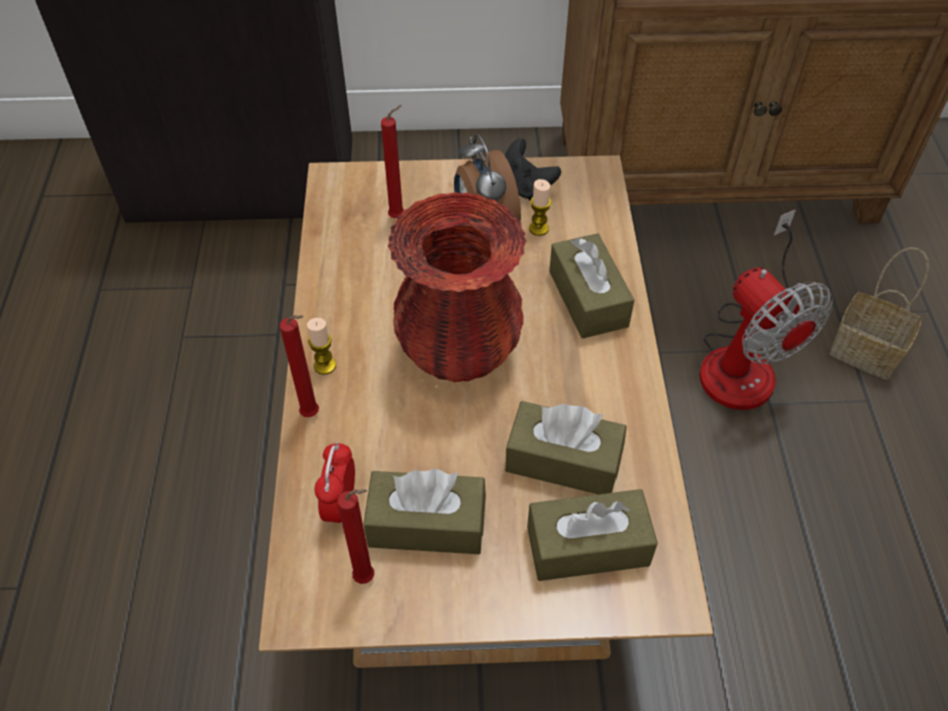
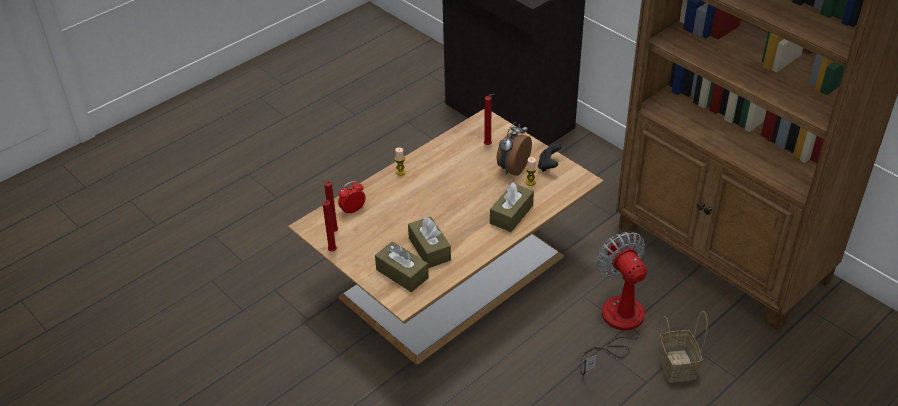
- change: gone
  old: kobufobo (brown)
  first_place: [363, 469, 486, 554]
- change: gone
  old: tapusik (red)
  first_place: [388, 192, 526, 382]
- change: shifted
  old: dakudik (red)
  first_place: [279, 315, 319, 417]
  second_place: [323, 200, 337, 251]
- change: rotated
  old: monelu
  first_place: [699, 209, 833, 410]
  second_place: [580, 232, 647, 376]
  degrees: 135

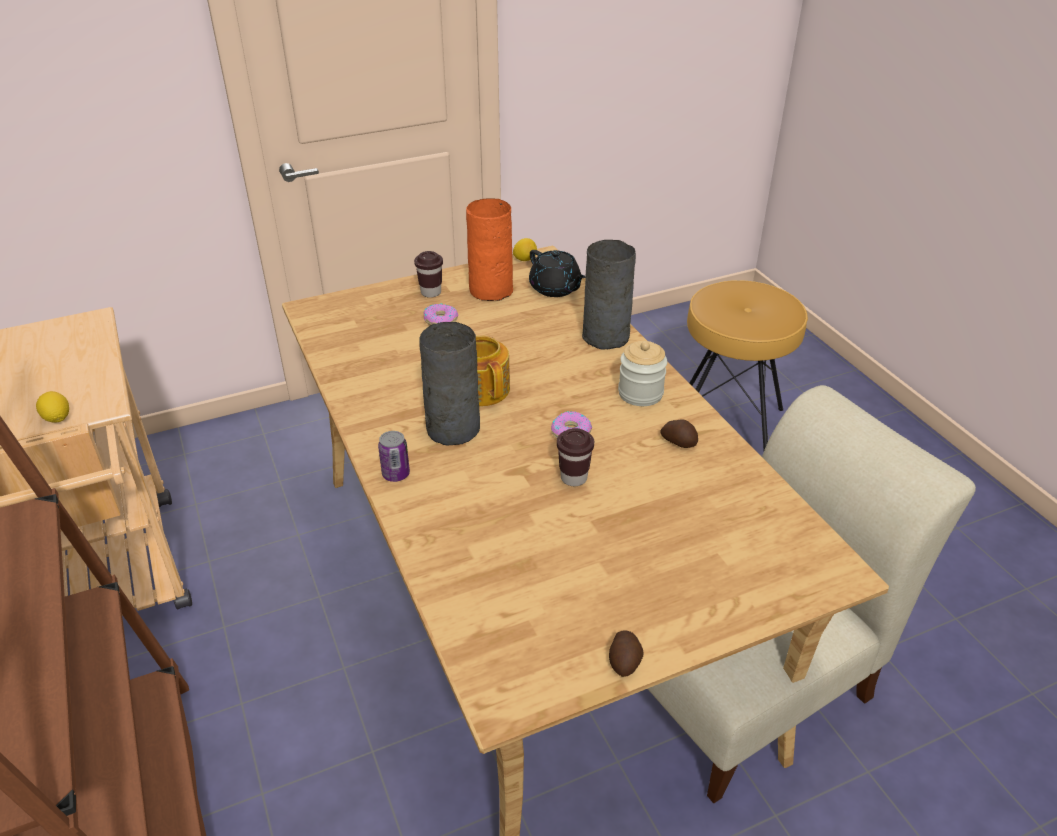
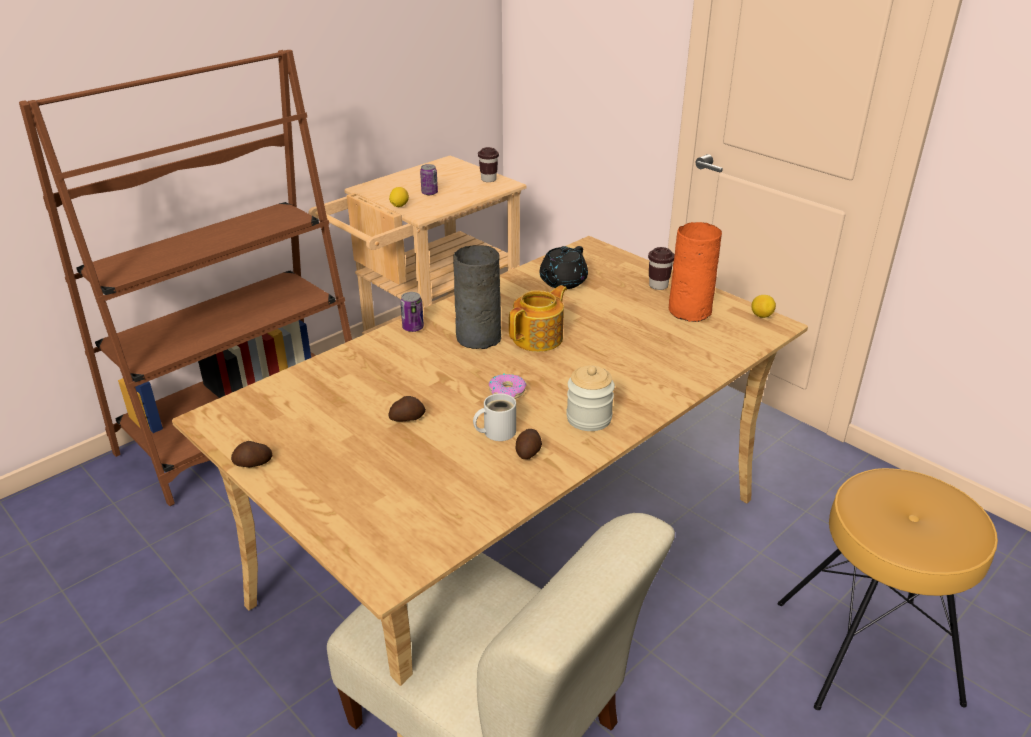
- change: gone
  old: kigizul
  first_place: [423, 303, 459, 325]
- change: gone
  old: tapusik (grey)
  first_place: [582, 240, 636, 350]
- change: new
  new: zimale
  second_place: [389, 396, 426, 422]
- change: new
  new: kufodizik
  second_place: [420, 164, 438, 195]
- change: new
  new: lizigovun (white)
  second_place: [473, 393, 516, 441]
- change: shifted
  old: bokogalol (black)
  first_place: [529, 250, 586, 297]
  second_place: [540, 246, 588, 289]
- change: shifted
  old: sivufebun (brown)
  first_place: [557, 428, 594, 486]
  second_place: [478, 147, 499, 182]

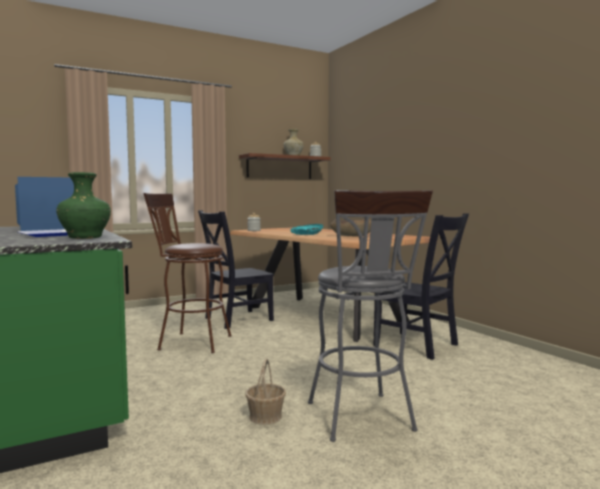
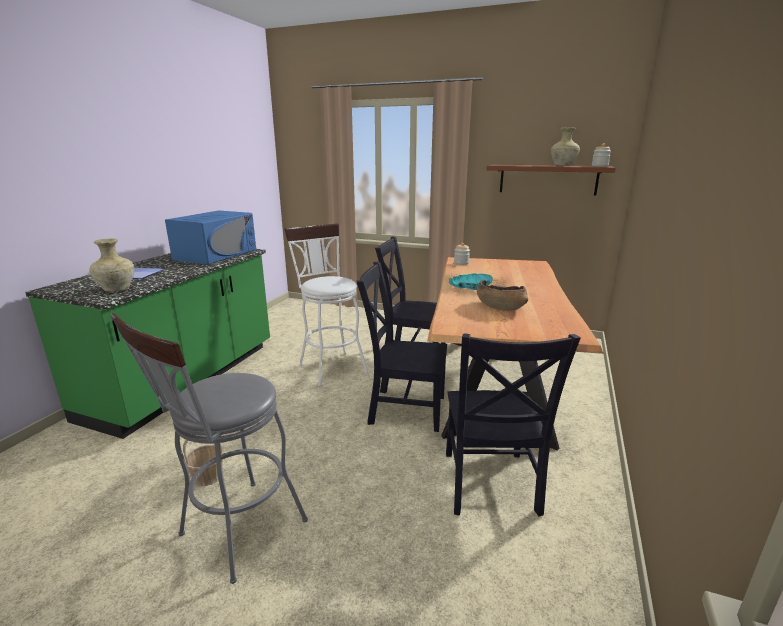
- change: new
  new: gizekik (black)
  second_place: [356, 262, 447, 432]
- change: repainted
  old: tapusik (green)
  new: tapusik (beige)
  first_place: [56, 172, 111, 239]
  second_place: [89, 238, 134, 292]
- change: repainted
  old: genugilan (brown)
  new: genugilan (white)
  first_place: [143, 193, 232, 353]
  second_place: [284, 223, 368, 387]

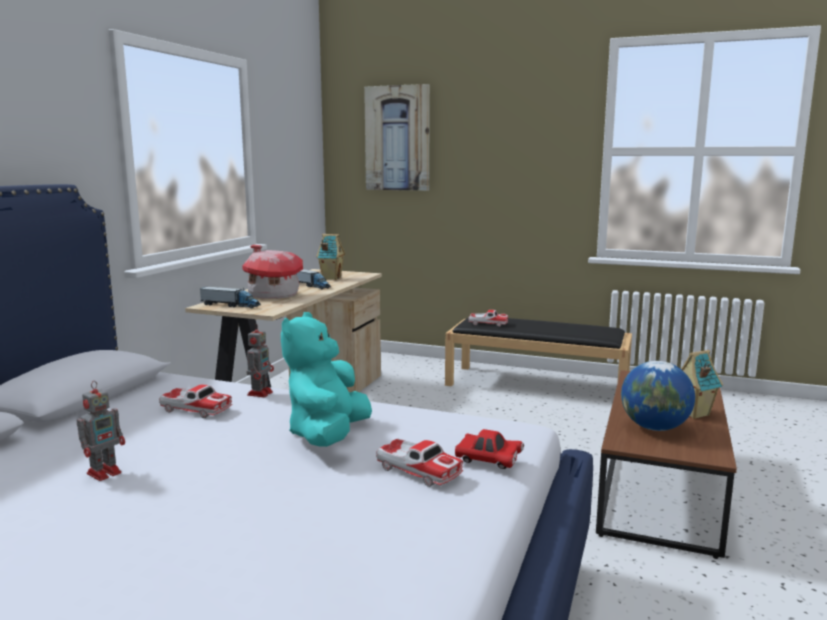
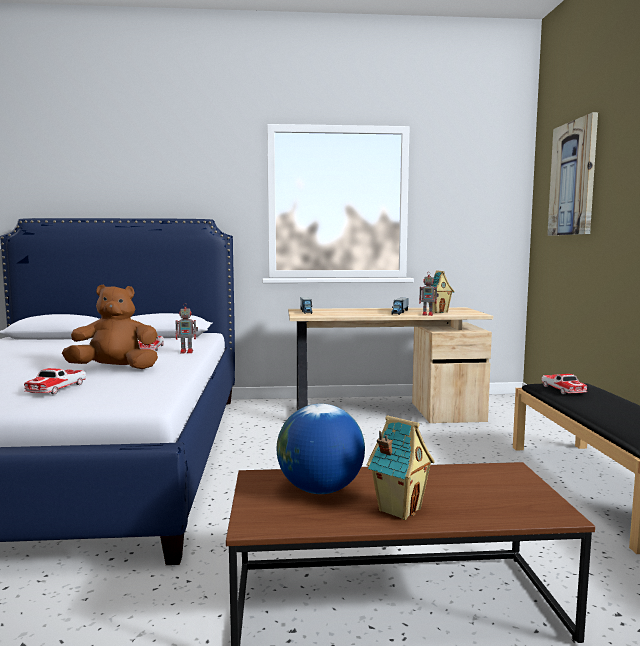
- change: gone
  old: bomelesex
  first_place: [243, 245, 303, 299]
- change: gone
  old: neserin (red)
  first_place: [455, 429, 524, 469]
- change: shifted
  old: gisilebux
  first_place: [77, 381, 125, 481]
  second_place: [419, 273, 439, 316]
- change: repainted
  old: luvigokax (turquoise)
  new: luvigokax (brown)
  first_place: [281, 312, 372, 447]
  second_place: [62, 285, 158, 369]

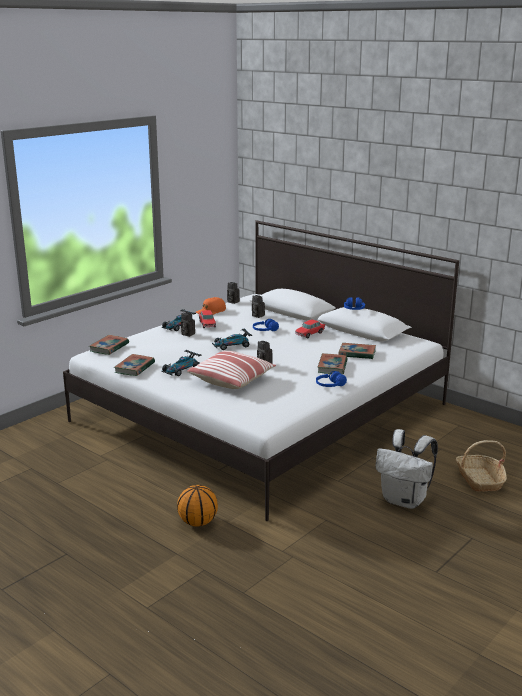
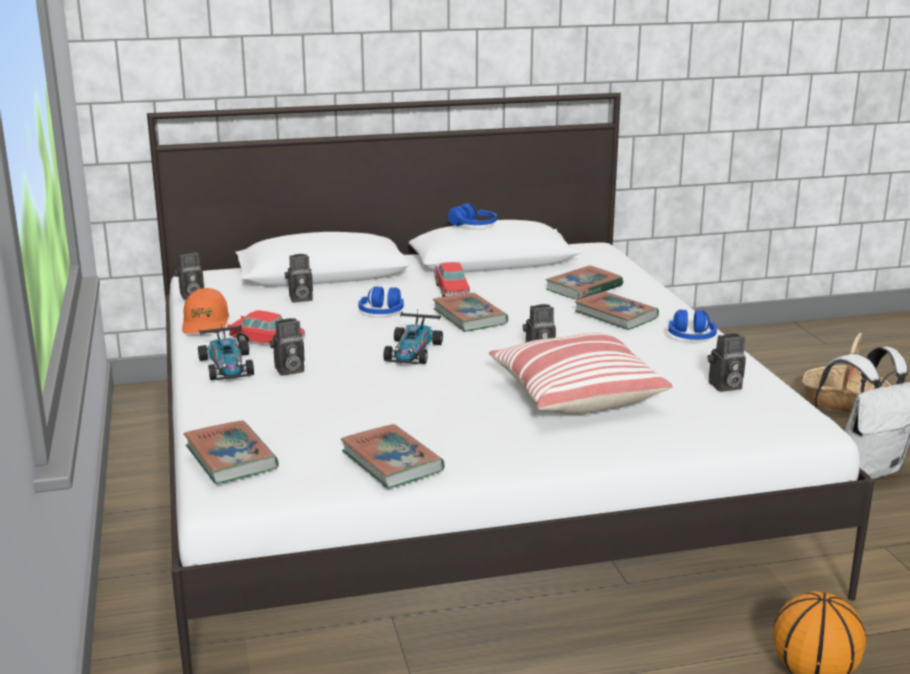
- change: gone
  old: neserin
  first_place: [161, 350, 202, 376]
- change: new
  new: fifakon
  second_place: [433, 293, 508, 332]
- change: new
  new: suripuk
  second_place: [708, 333, 746, 392]

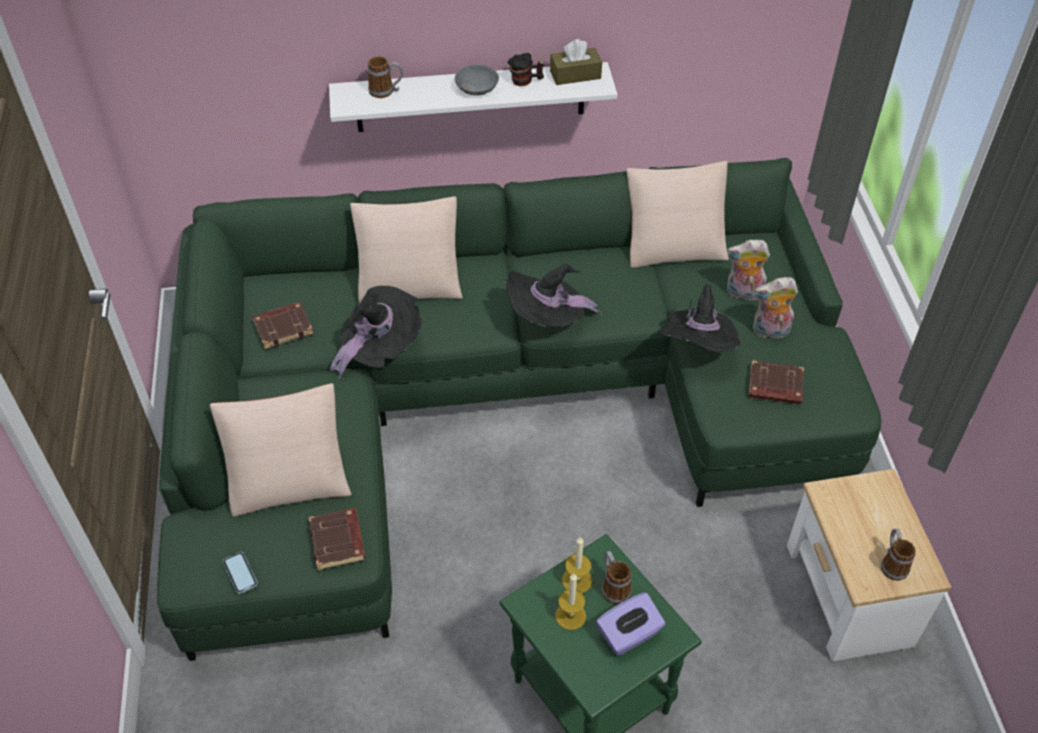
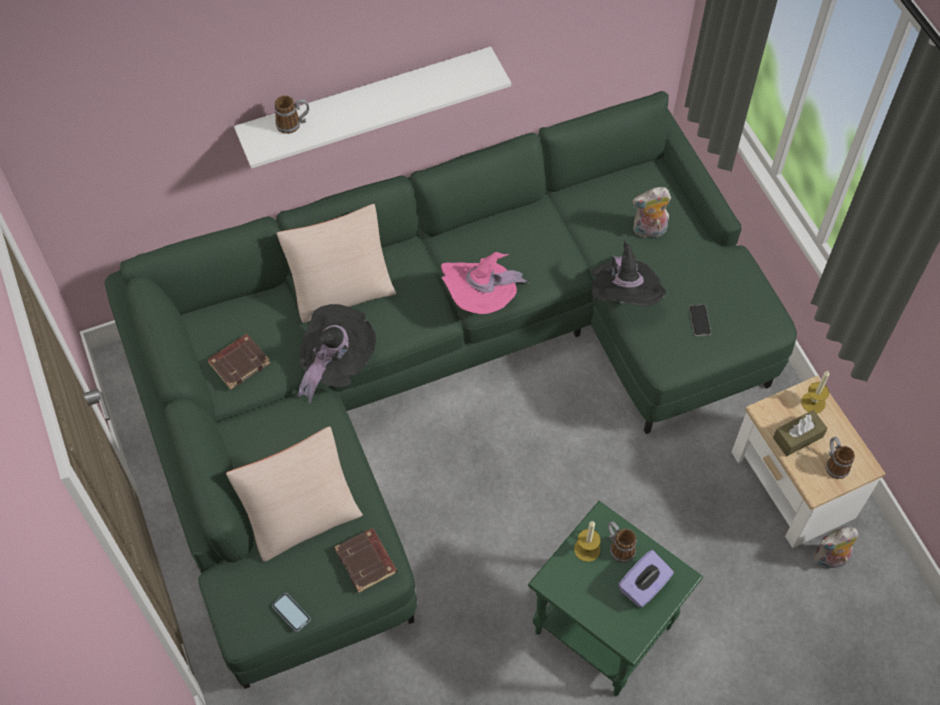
- change: gone
  old: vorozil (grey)
  first_place: [455, 65, 499, 96]
- change: gone
  old: lizigovun
  first_place: [508, 53, 544, 86]
- change: gone
  old: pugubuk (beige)
  first_place: [627, 161, 729, 268]
- change: shifted
  old: kobufobo (brown)
  first_place: [550, 39, 602, 85]
  second_place: [773, 410, 828, 456]
- change: shifted
  old: dakudik
  first_place: [555, 573, 586, 630]
  second_place: [801, 371, 829, 413]
- change: shifted
  old: luvigokax
  first_place: [753, 277, 798, 338]
  second_place: [814, 527, 858, 569]
- change: swapped
  old: fifakon (brown)
  new: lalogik
  first_place: [749, 360, 804, 405]
  second_place: [689, 305, 711, 336]
- change: repainted
  old: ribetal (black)
  new: ribetal (pink)
  first_place: [505, 264, 602, 327]
  second_place: [441, 252, 530, 314]

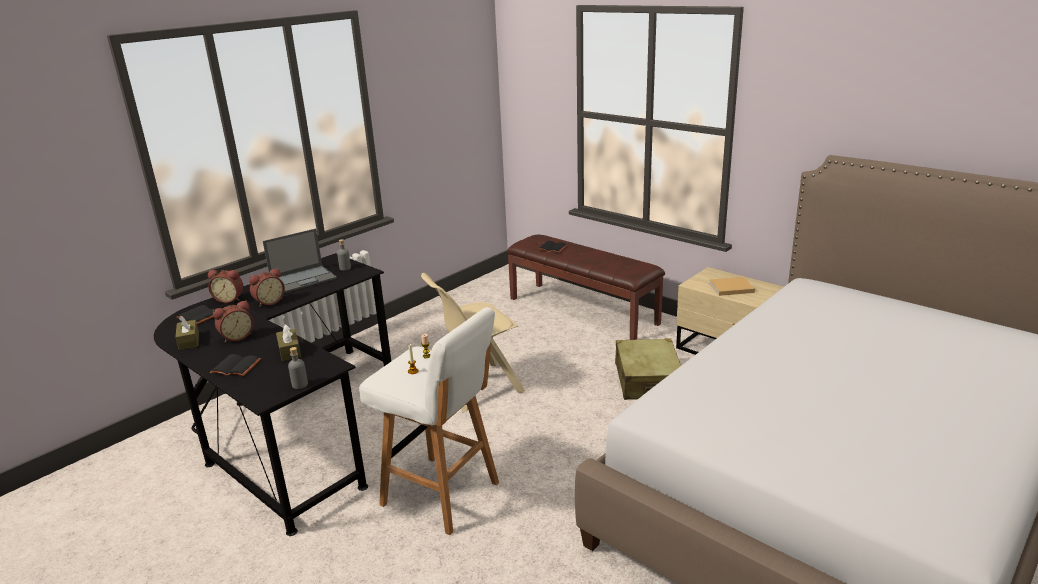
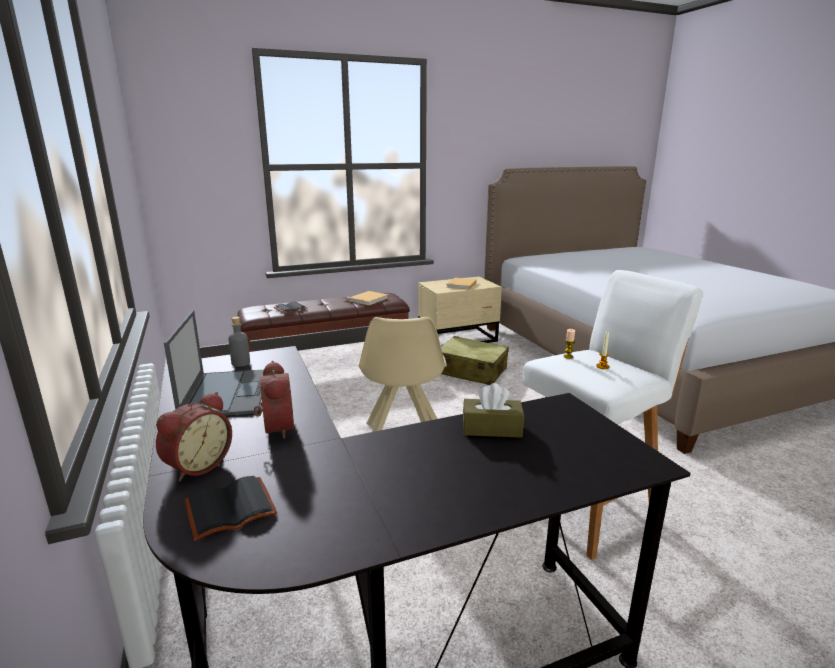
- change: gone
  old: kobufobo (brown)
  first_place: [175, 315, 199, 350]
- change: gone
  old: fifakon (black)
  first_place: [210, 354, 261, 376]
- change: gone
  old: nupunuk
  first_place: [213, 300, 254, 343]
- change: gone
  old: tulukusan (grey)
  first_place: [288, 347, 308, 389]
- change: new
  new: fifakon (beige)
  second_place: [349, 291, 388, 306]

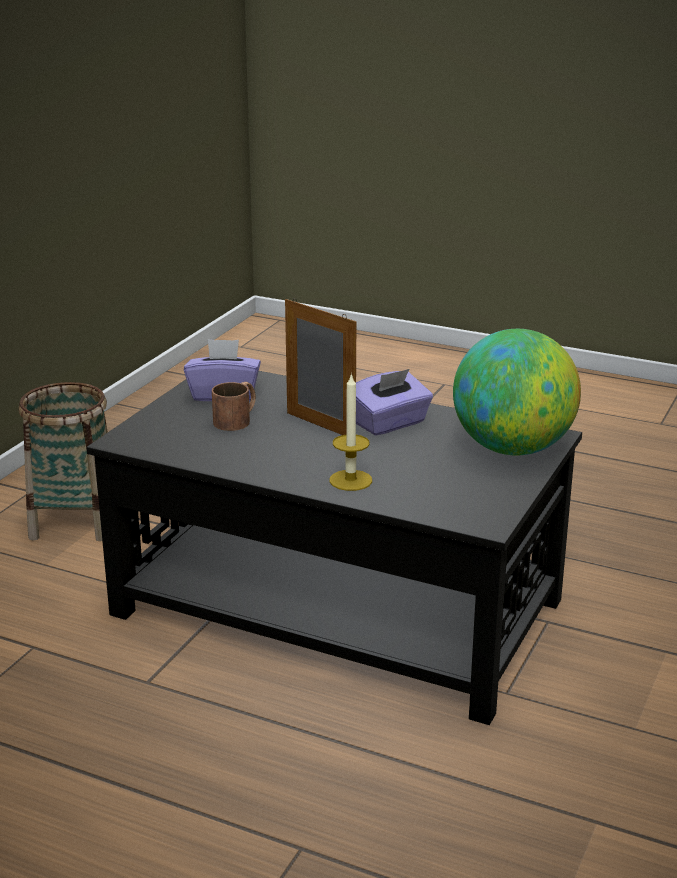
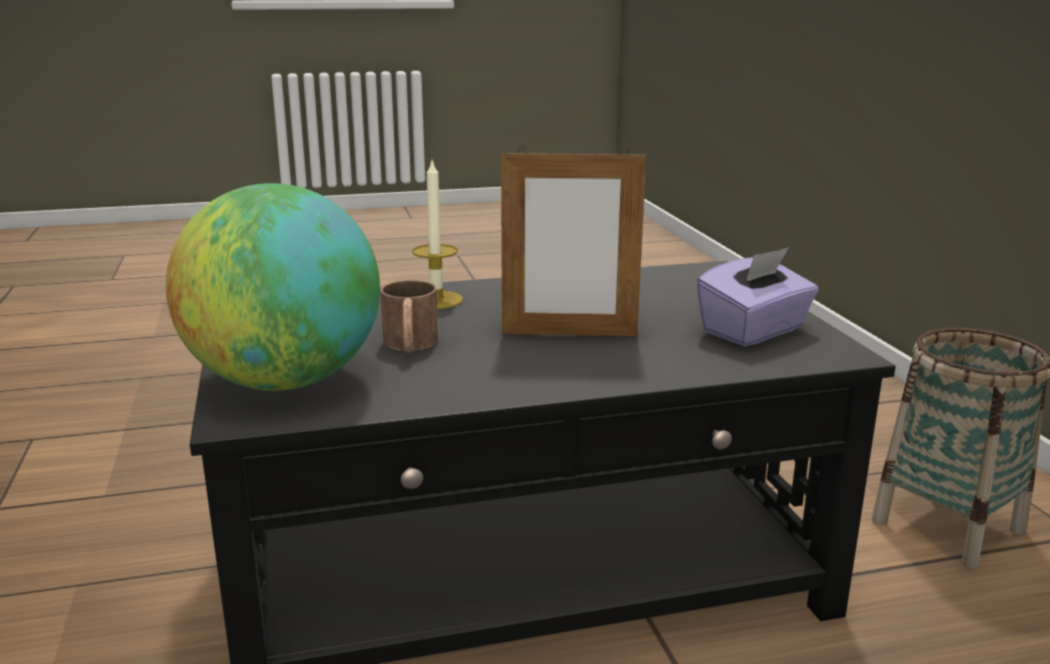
- change: gone
  old: kobufobo (purple)
  first_place: [356, 369, 433, 436]
- change: shifted
  old: lizigovun (brown)
  first_place: [212, 382, 256, 431]
  second_place: [381, 280, 438, 353]

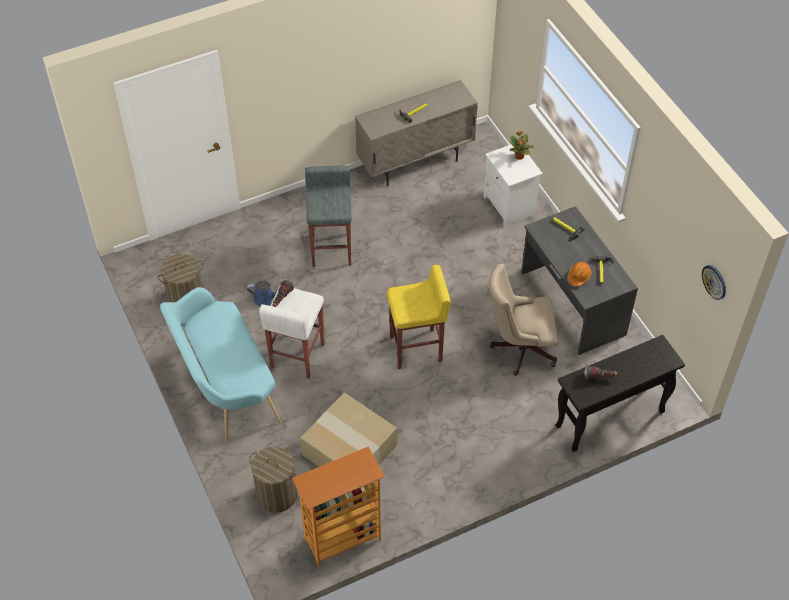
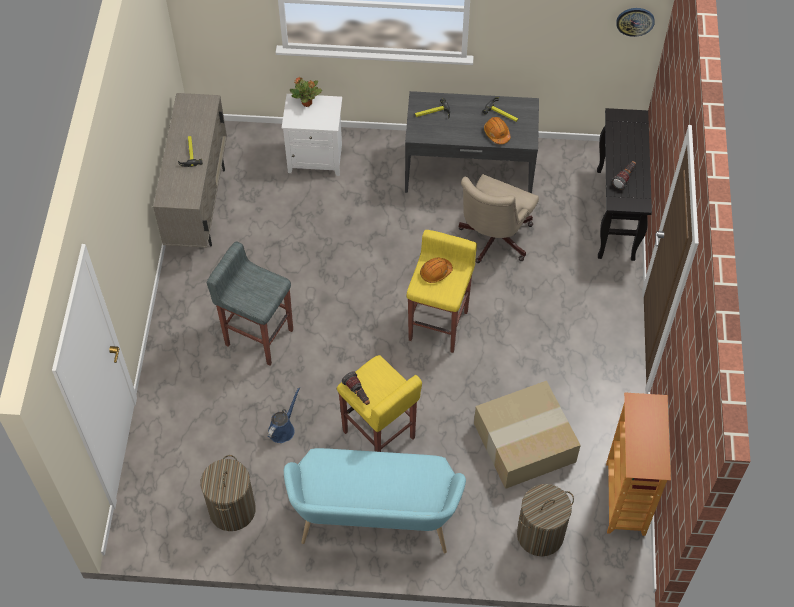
- change: new
  new: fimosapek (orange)
  second_place: [420, 257, 453, 283]
- change: repainted
  old: genugilan (white)
  new: genugilan (yellow)
  first_place: [259, 287, 325, 379]
  second_place: [336, 355, 422, 452]

